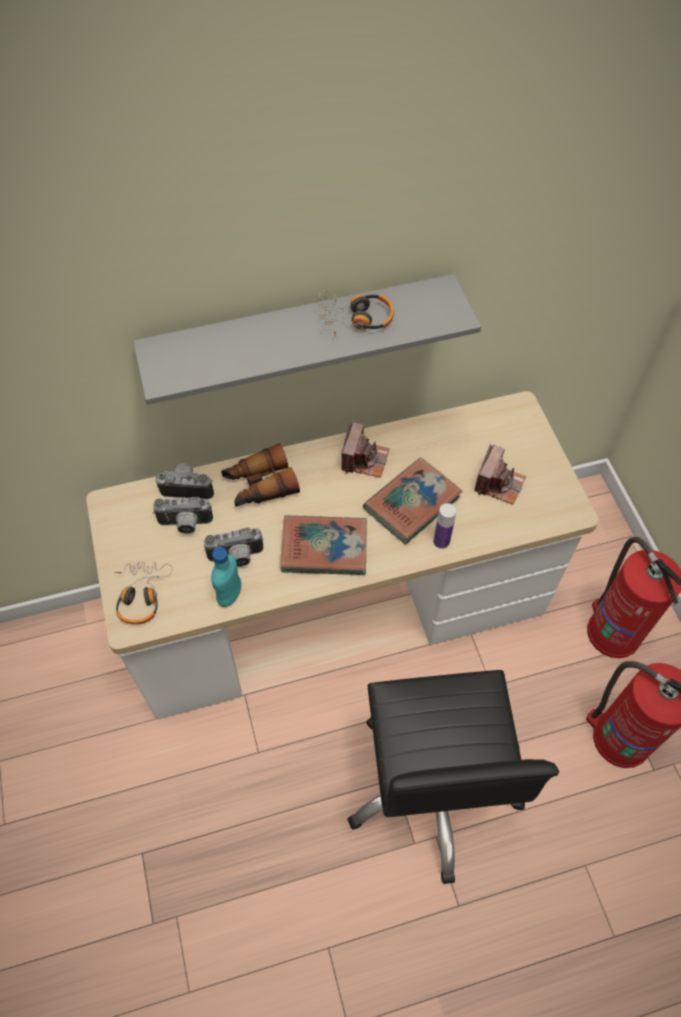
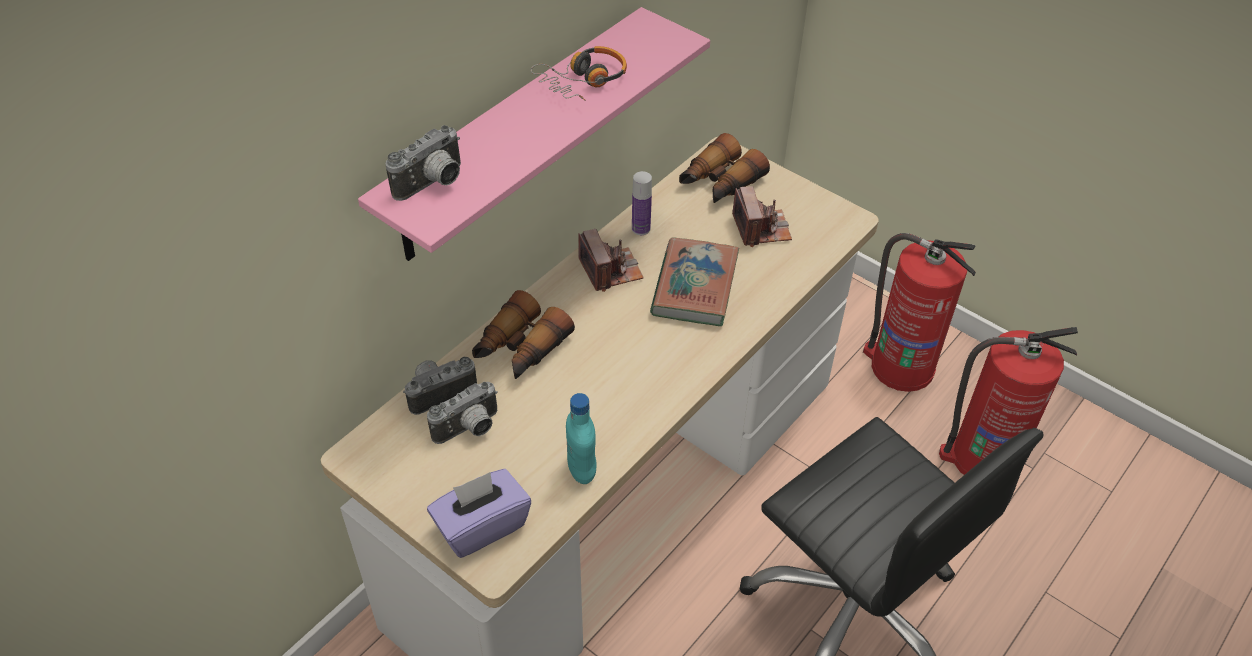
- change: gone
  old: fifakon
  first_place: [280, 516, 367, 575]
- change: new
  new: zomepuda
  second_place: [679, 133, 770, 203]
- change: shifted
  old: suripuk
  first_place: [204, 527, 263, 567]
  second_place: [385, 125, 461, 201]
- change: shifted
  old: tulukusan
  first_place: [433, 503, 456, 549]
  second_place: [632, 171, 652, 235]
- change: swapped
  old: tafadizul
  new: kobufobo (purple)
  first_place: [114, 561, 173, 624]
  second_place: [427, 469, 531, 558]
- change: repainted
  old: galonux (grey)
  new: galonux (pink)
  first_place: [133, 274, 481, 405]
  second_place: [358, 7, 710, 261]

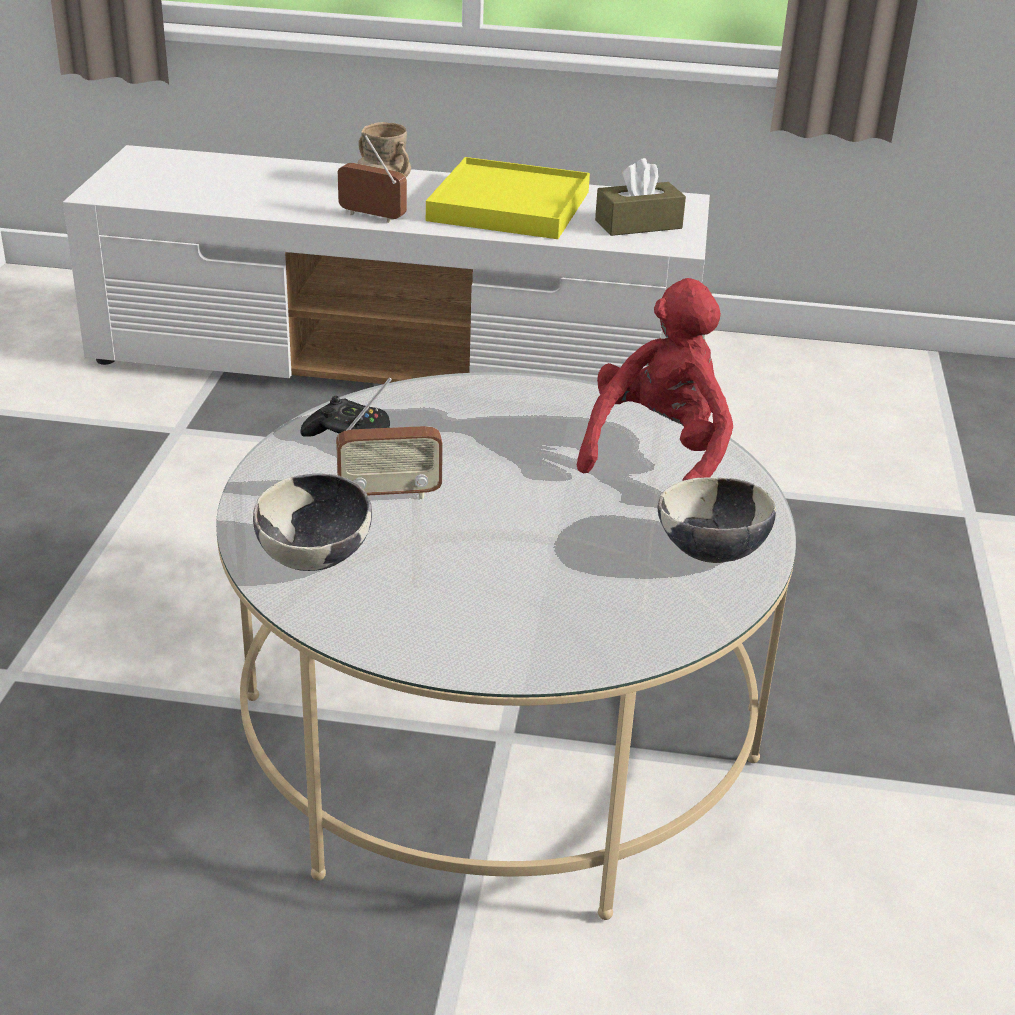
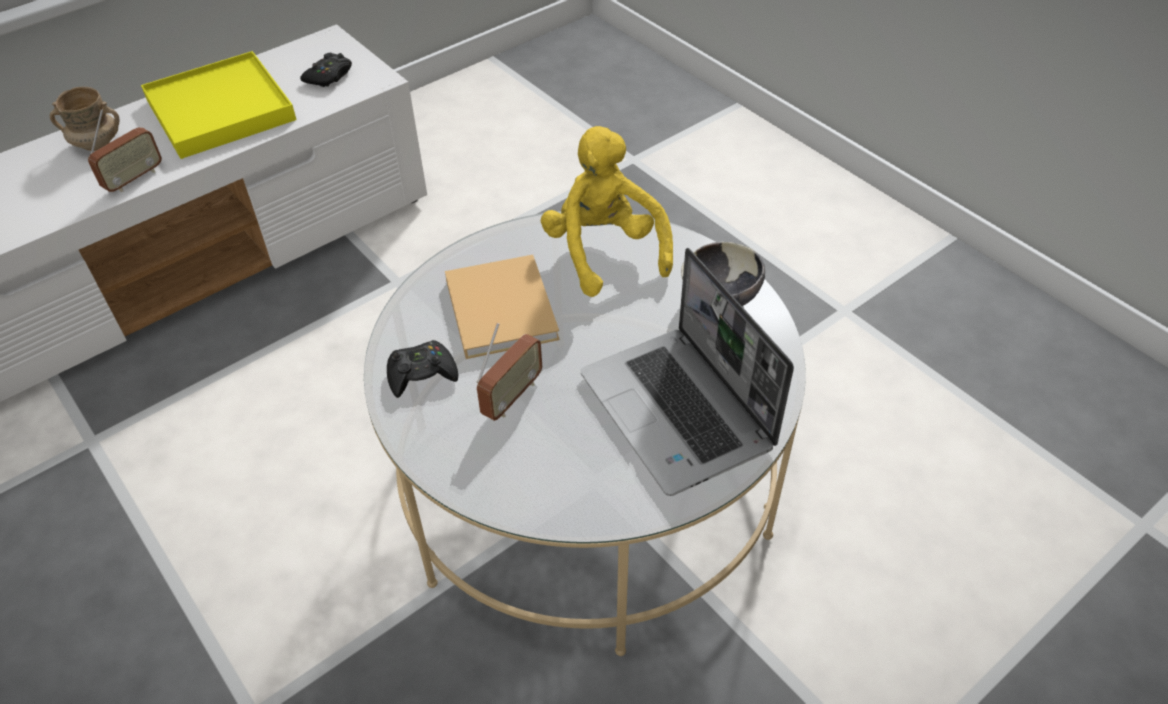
- change: gone
  old: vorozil
  first_place: [253, 473, 372, 571]
- change: new
  new: fifakon (beige)
  second_place: [445, 255, 560, 359]
- change: new
  new: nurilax
  second_place: [580, 248, 794, 496]
- change: swapped
  old: kobufobo (brown)
  new: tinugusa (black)
  first_place: [595, 158, 686, 236]
  second_place: [300, 53, 352, 87]
- change: repainted
  old: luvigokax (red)
  new: luvigokax (yellow)
  first_place: [577, 278, 733, 481]
  second_place: [541, 126, 673, 297]
- change: rotated
  old: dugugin
  first_place: [338, 135, 407, 223]
  second_place: [88, 109, 162, 192]
  degrees: 150

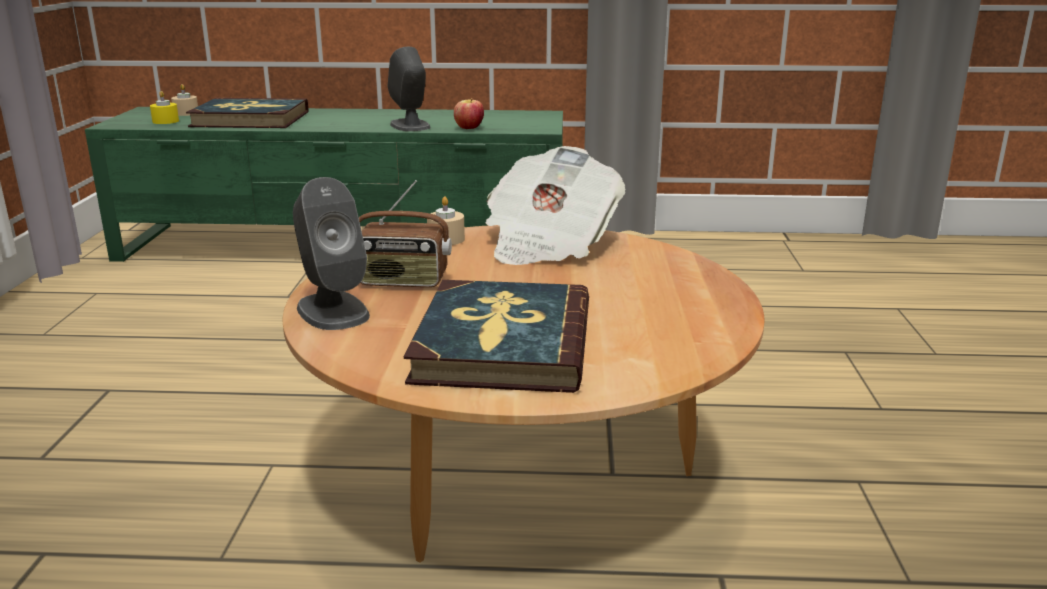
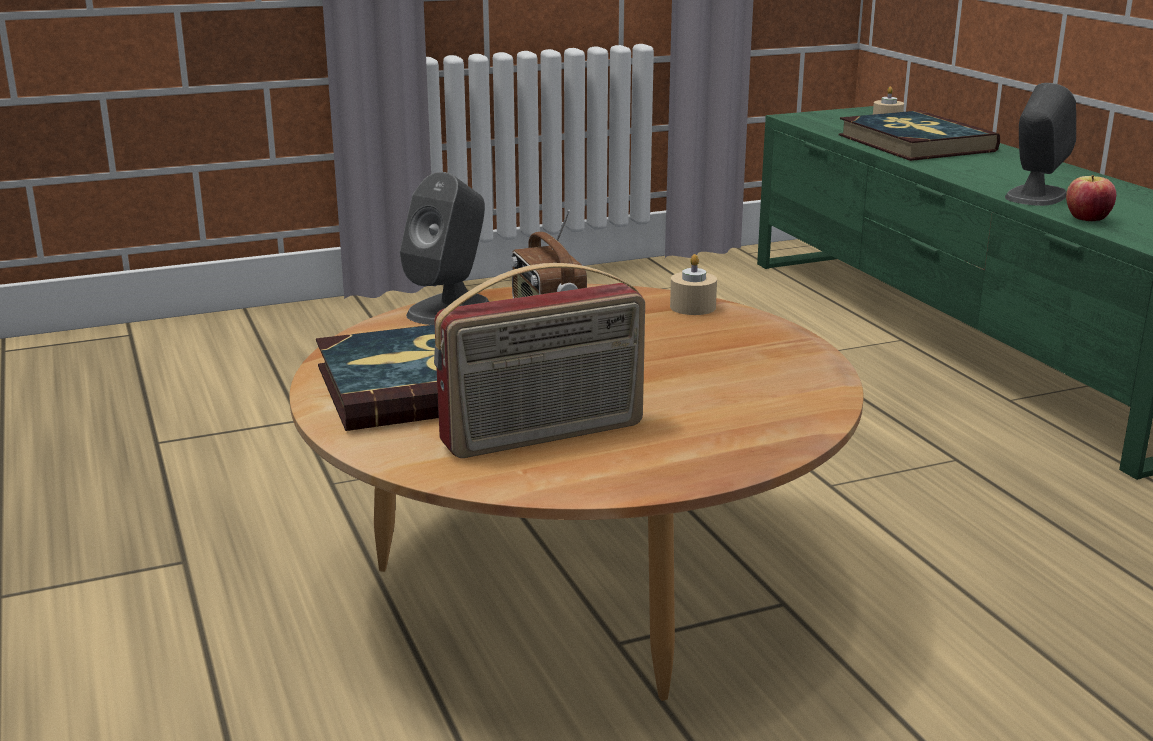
- change: gone
  old: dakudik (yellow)
  first_place: [150, 91, 179, 124]
- change: gone
  old: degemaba
  first_place: [486, 146, 626, 265]
- change: new
  new: dugugin
  second_place: [434, 263, 645, 458]

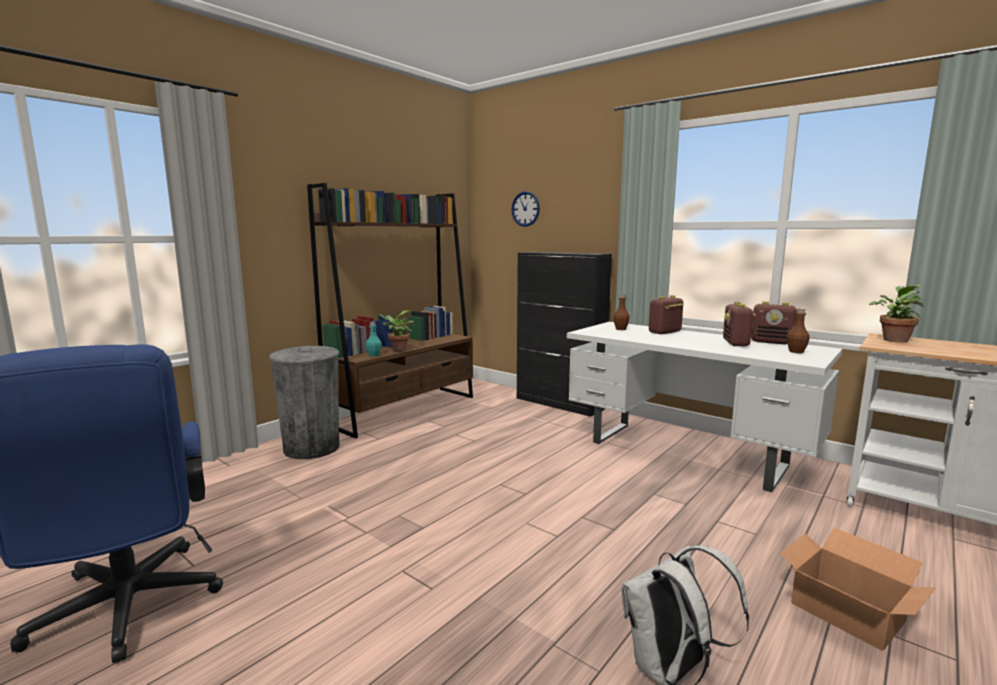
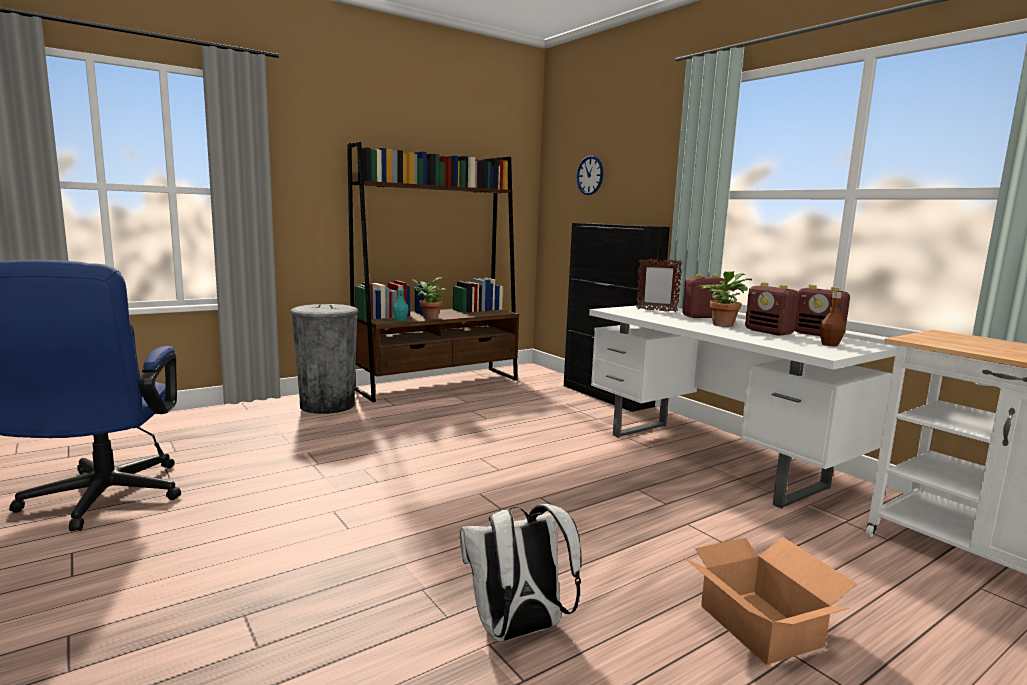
- change: shifted
  old: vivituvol
  first_place: [869, 285, 924, 343]
  second_place: [701, 271, 752, 327]
- change: swapped
  old: tulukusan (brown)
  new: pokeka
  first_place: [613, 294, 630, 330]
  second_place: [637, 258, 683, 312]
- change: rotated
  old: dugugin
  first_place: [723, 302, 756, 347]
  second_place: [745, 283, 799, 336]
  degrees: -60

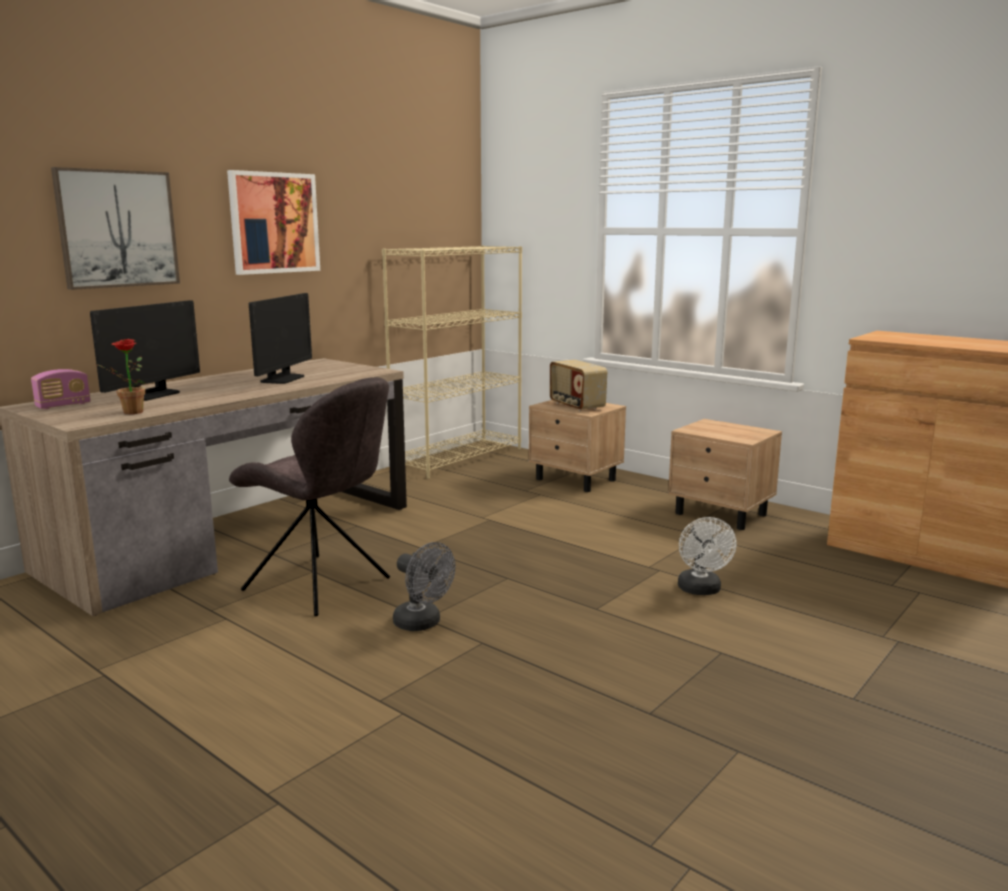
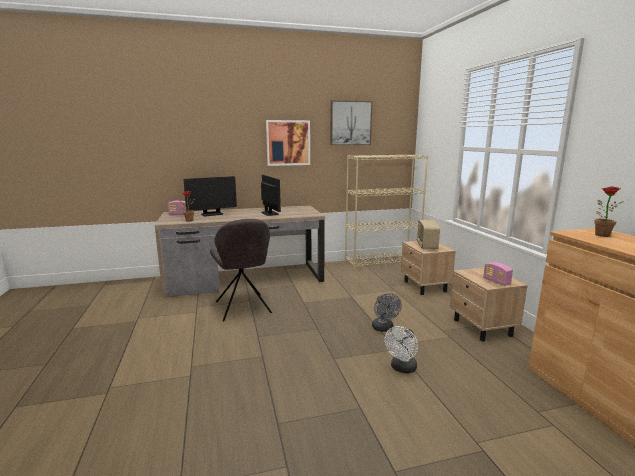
- change: new
  new: dugugin
  second_place: [483, 262, 513, 286]
- change: new
  new: vivituvol
  second_place: [595, 187, 624, 237]
- change: shifted
  old: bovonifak
  first_place: [51, 167, 180, 290]
  second_place: [330, 100, 373, 145]
- change: shifted
  old: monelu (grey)
  first_place: [393, 542, 455, 631]
  second_place: [372, 293, 402, 332]
- change: rotated
  old: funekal
  first_place: [249, 293, 312, 384]
  second_place: [261, 175, 281, 216]
  degrees: -75

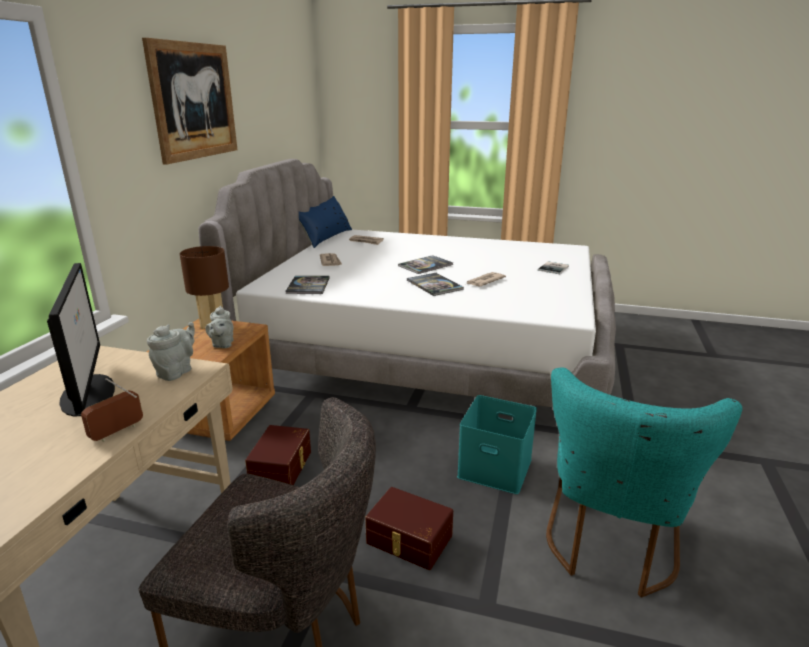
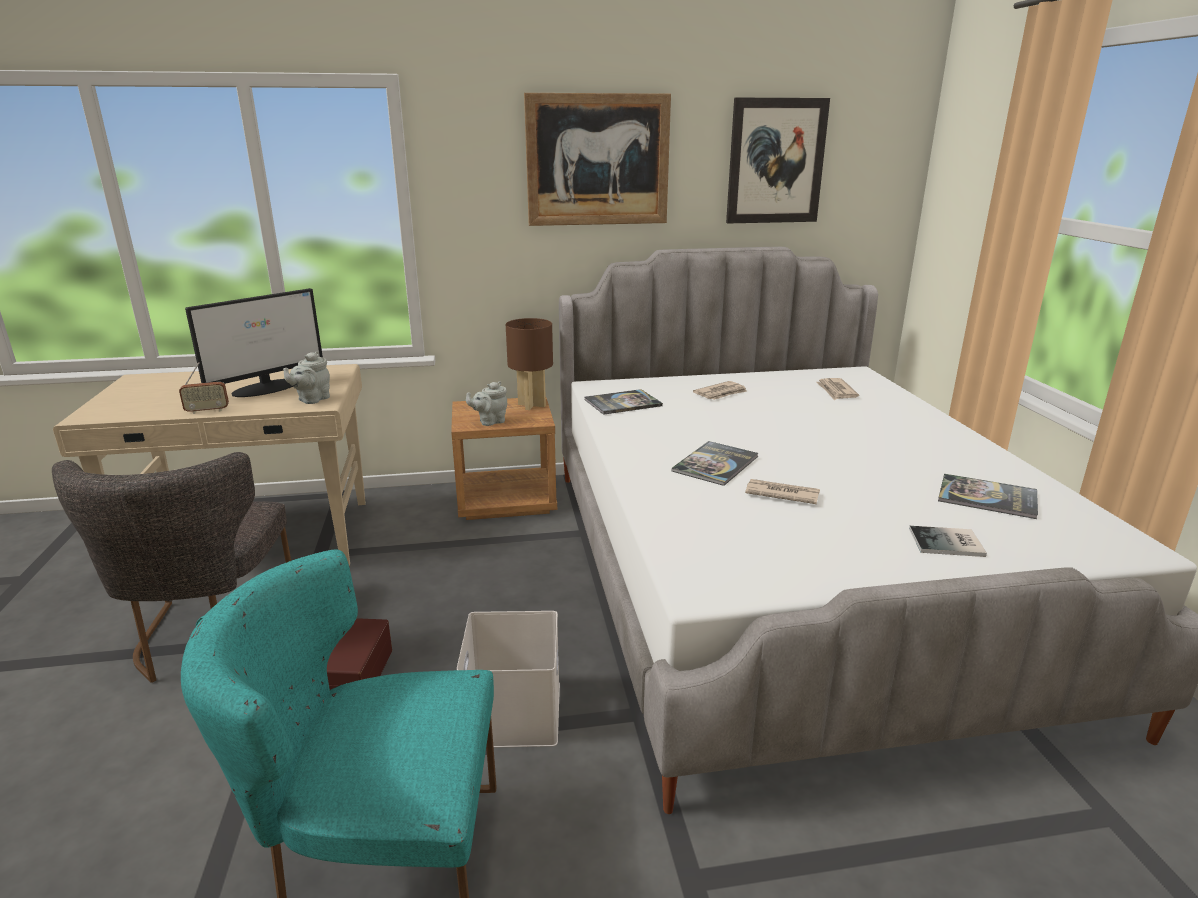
- change: gone
  old: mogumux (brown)
  first_place: [245, 425, 311, 485]
- change: gone
  old: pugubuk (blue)
  first_place: [299, 196, 352, 248]
- change: new
  new: bovonifak
  second_place: [726, 98, 830, 223]
- change: shifted
  old: fifakon
  first_place: [398, 255, 453, 274]
  second_place: [938, 474, 1038, 519]
- change: repainted
  old: mogumux (turquoise)
  new: mogumux (white)
  first_place: [457, 395, 537, 494]
  second_place: [457, 611, 560, 748]
- change: rotated
  old: dugugin
  first_place: [81, 378, 143, 442]
  second_place: [179, 362, 229, 414]
  degrees: 150
- change: rotated
  old: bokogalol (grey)
  first_place: [147, 322, 195, 381]
  second_place: [283, 351, 330, 404]
  degrees: 120

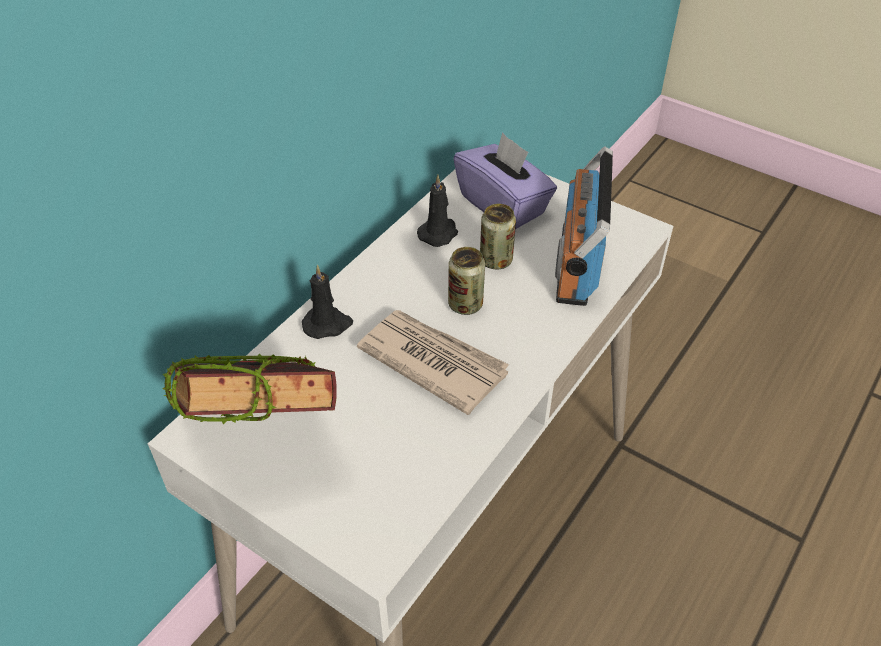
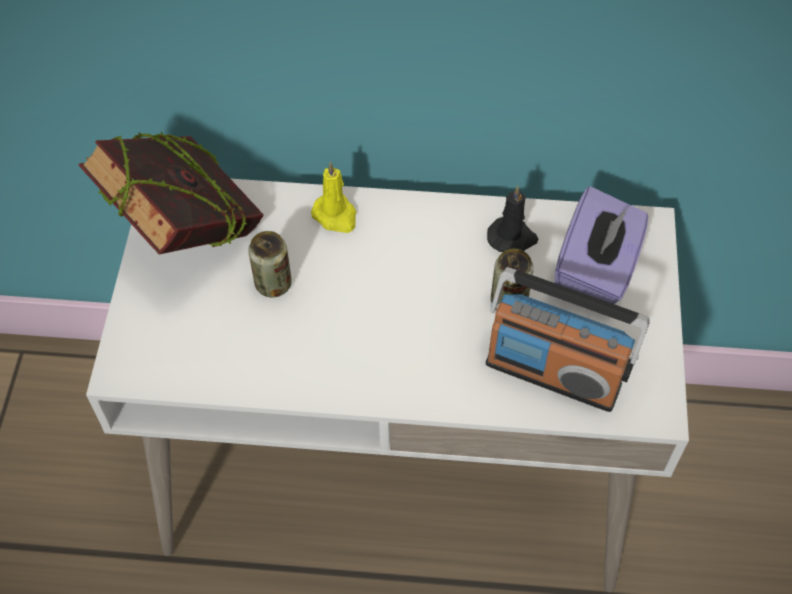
- change: gone
  old: degemaba
  first_place: [357, 310, 509, 415]
- change: shifted
  old: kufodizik
  first_place: [448, 247, 485, 315]
  second_place: [248, 231, 292, 297]
- change: repainted
  old: dakudik (black)
  new: dakudik (yellow)
  first_place: [302, 265, 353, 339]
  second_place: [311, 162, 356, 233]
- change: rotated
  old: dugugin
  first_place: [555, 146, 613, 306]
  second_place: [486, 267, 650, 412]
  degrees: -135

